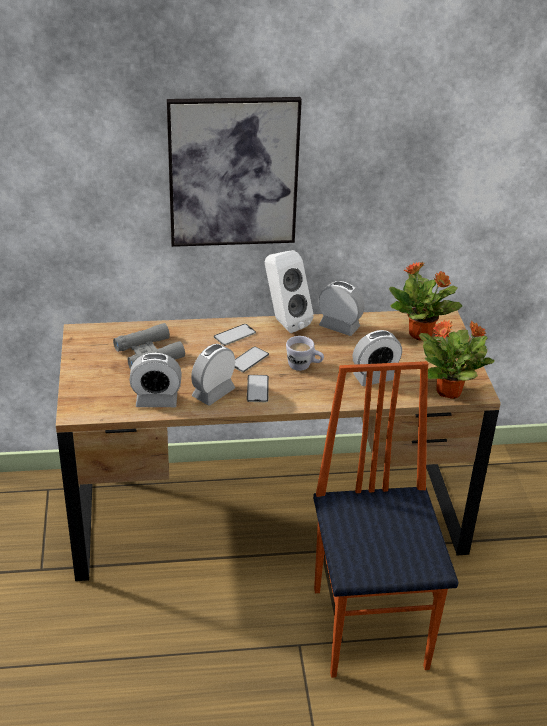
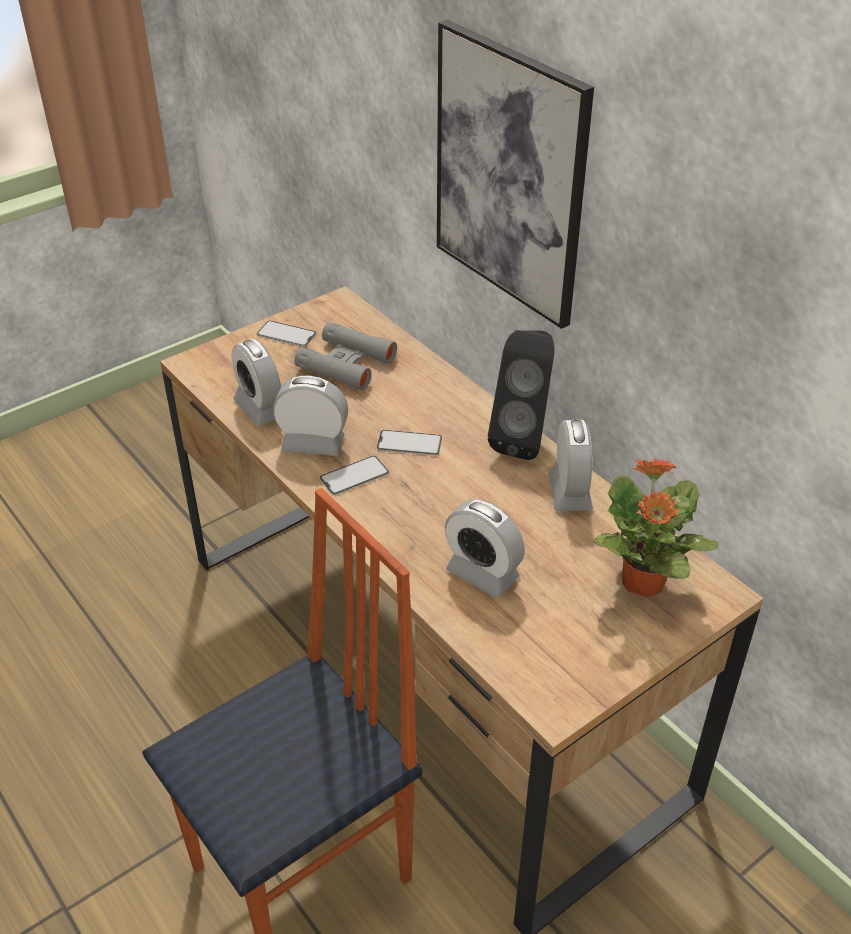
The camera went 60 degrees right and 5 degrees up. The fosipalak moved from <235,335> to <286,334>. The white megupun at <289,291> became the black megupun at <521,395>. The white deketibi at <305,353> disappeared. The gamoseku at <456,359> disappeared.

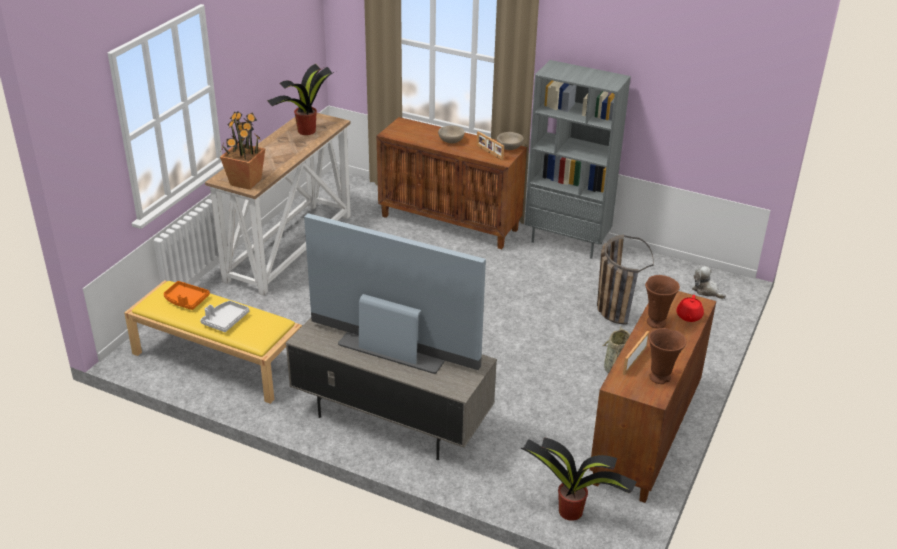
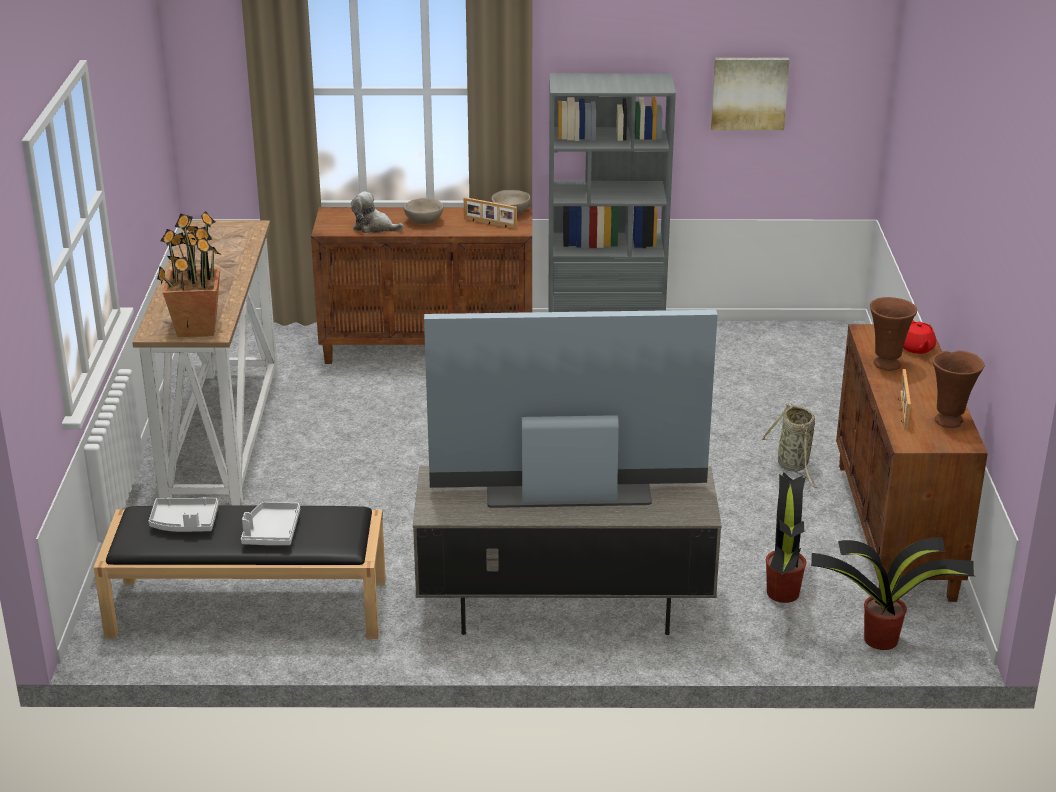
The camera went 25 degrees left and 5 degrees down. The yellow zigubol at <213,342> became the black zigubol at <240,572>. The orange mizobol at <187,295> became the grey mizobol at <184,514>. The gamoseku moved from <300,99> to <786,537>. The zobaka at <625,279> disappeared. The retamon moved from <709,282> to <377,212>. The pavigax at <750,94> appeared.

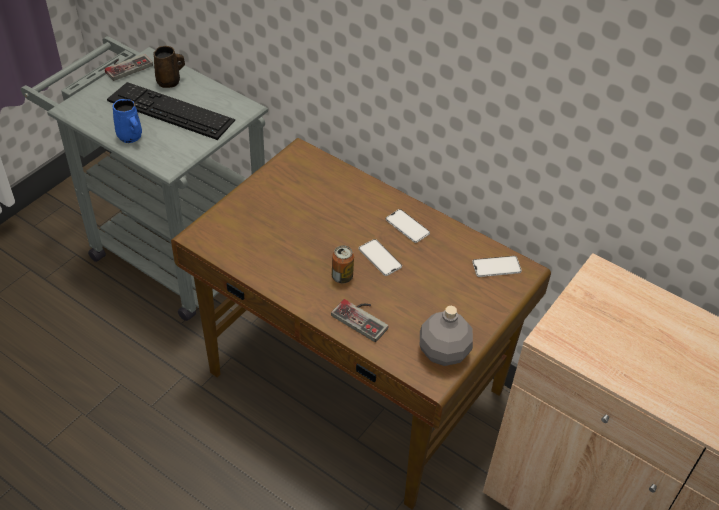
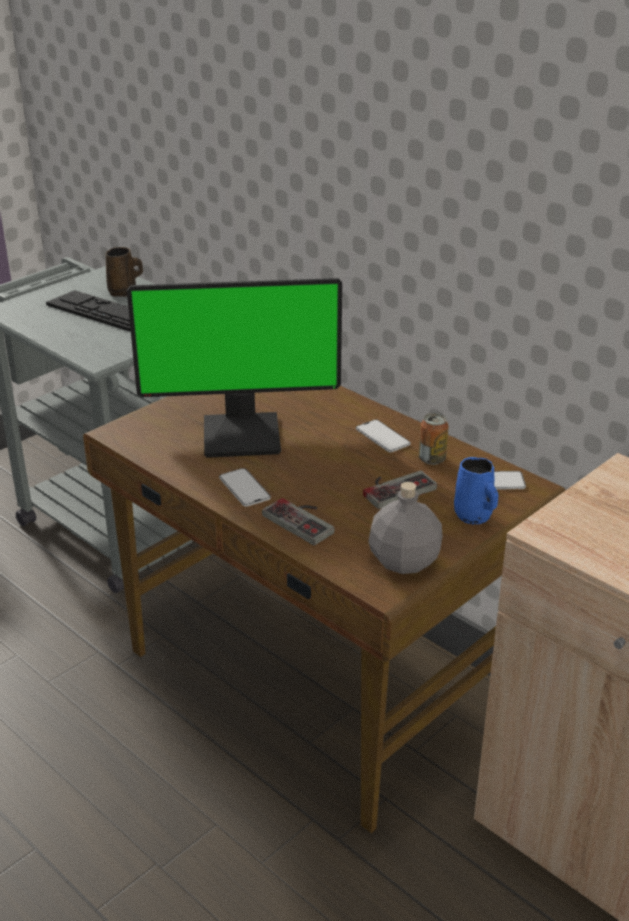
The camera went 10 degrees right and 15 degrees down. The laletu moved from <129,67> to <400,489>. The blue deketibi moved from <127,121> to <476,490>. The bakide moved from <343,264> to <434,439>. The fosipalak moved from <380,257> to <245,487>. The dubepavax at <234,368> appeared.

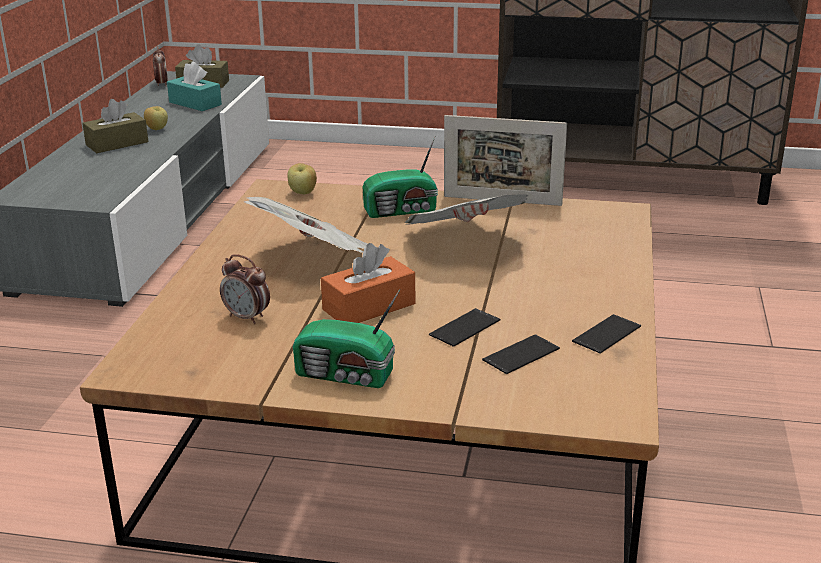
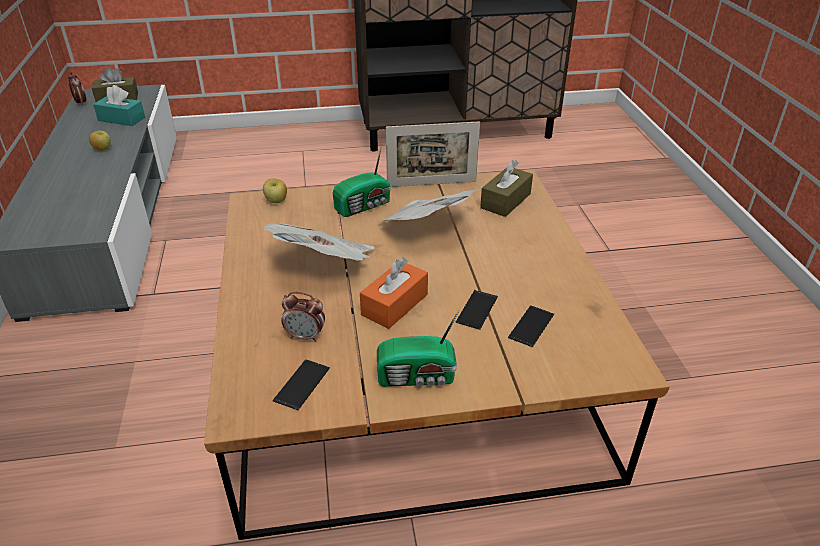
The camera went 20 degrees left and 10 degrees up. The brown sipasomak moved from <115,126> to <506,188>. The fosipalak moved from <606,333> to <301,384>.

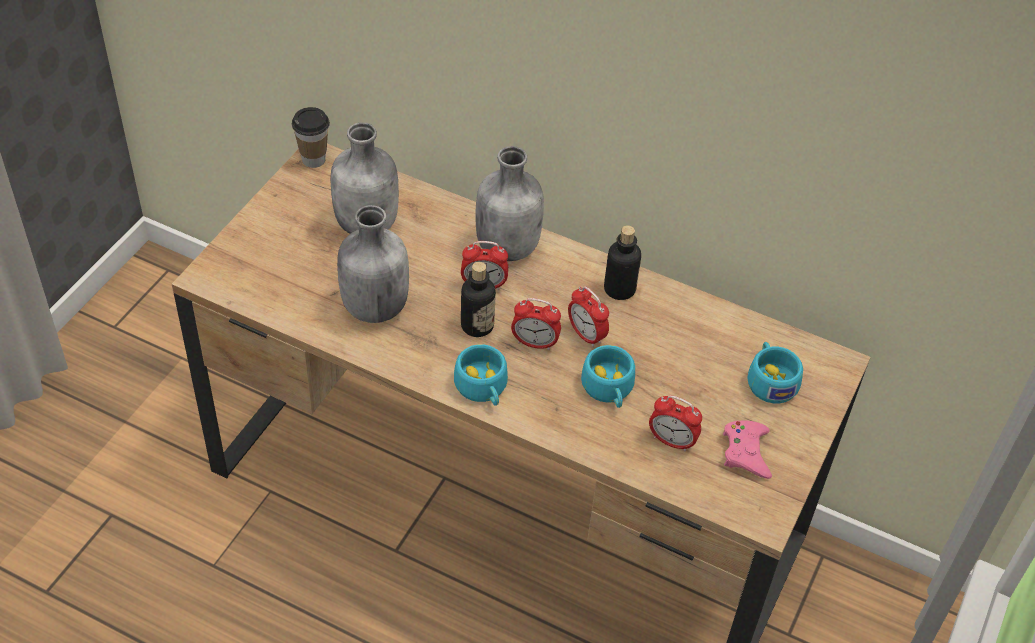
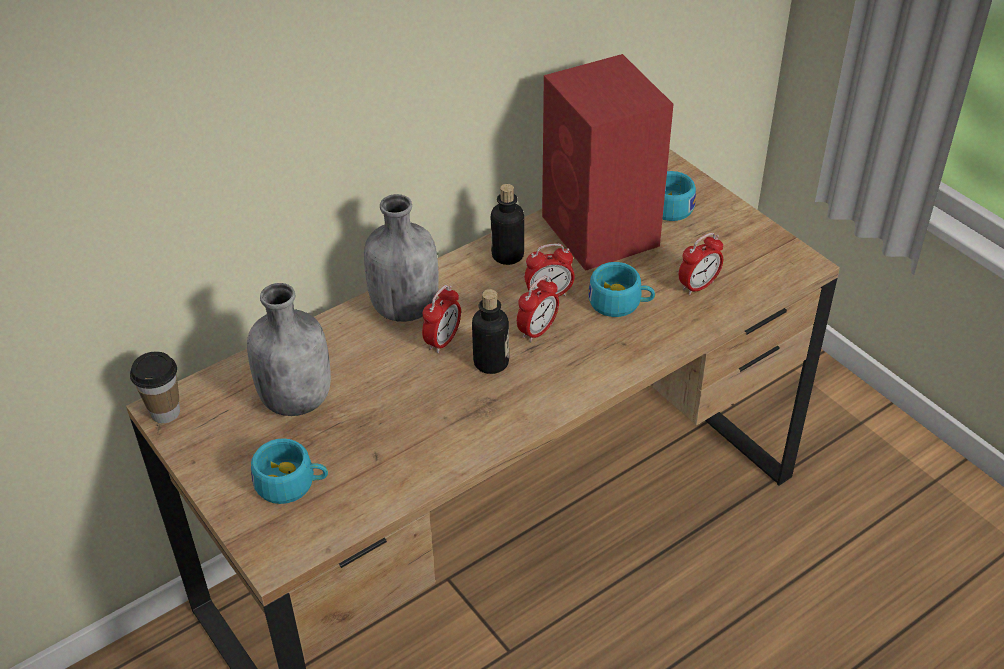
The camera went 60 degrees left and 5 degrees down. The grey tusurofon at <373,264> disappeared. The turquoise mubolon moved from <481,375> to <289,471>. The pink laletu at <747,450> disappeared. The red megupun at <608,162> appeared.

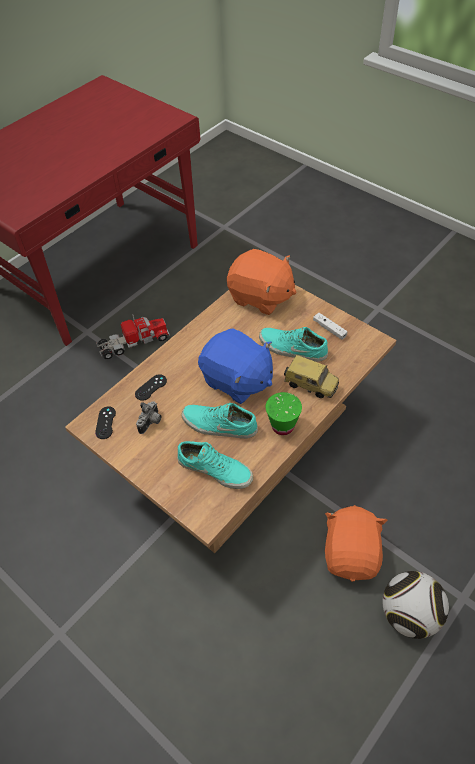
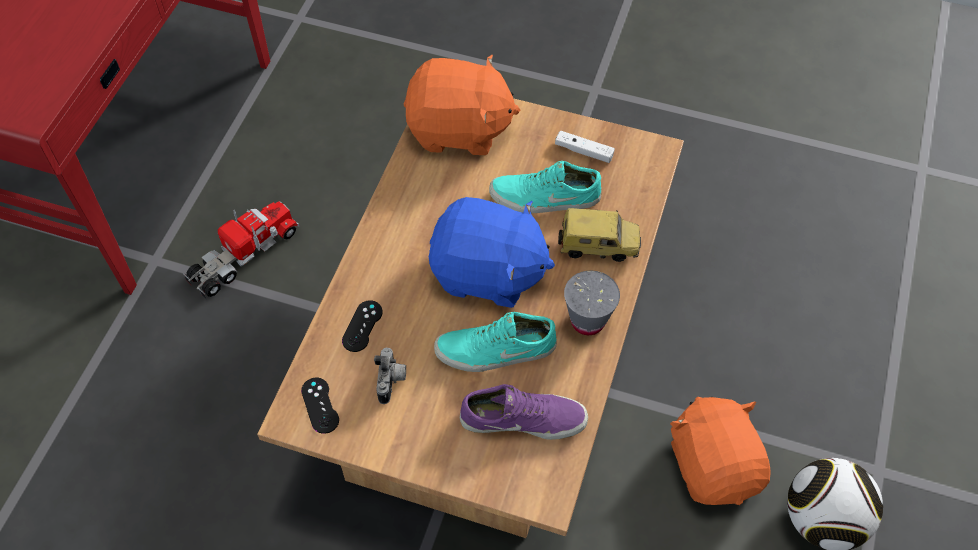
The camera went 25 degrees left and 5 degrees up. The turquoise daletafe at <215,465> became the purple daletafe at <524,412>. The green mubolon at <284,413> became the grey mubolon at <592,303>.

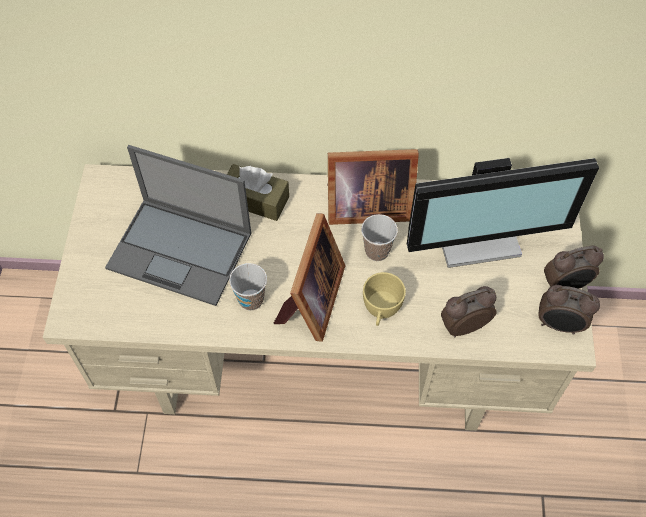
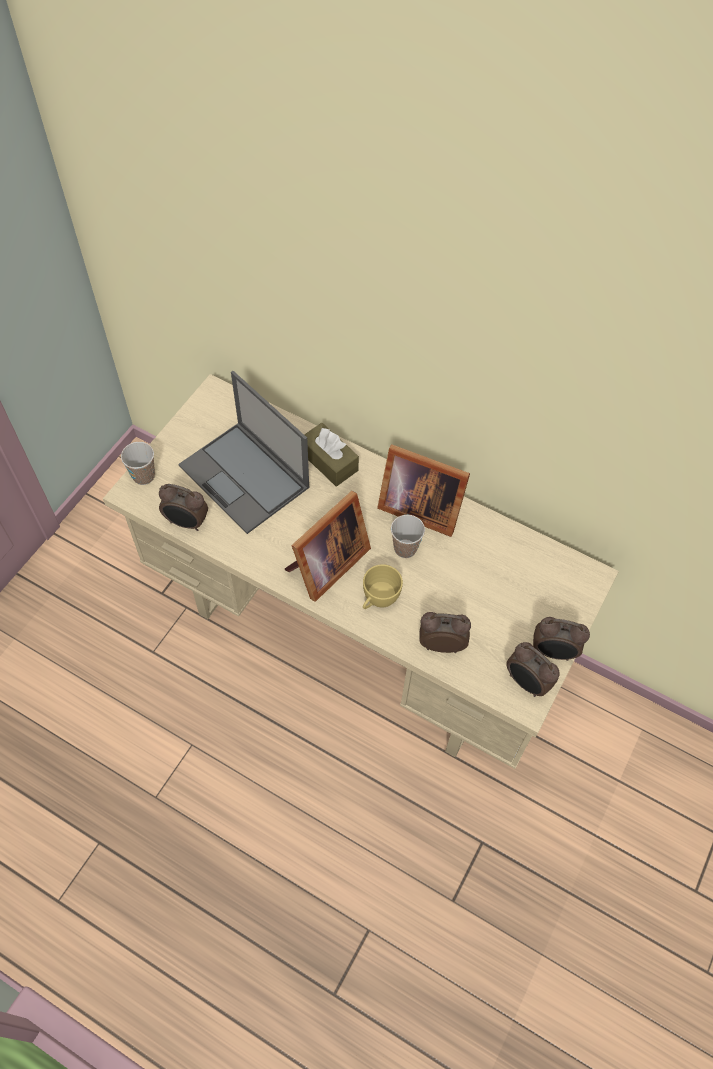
The camera went 25 degrees right and 0 degrees up. The mubolon moved from <248,287> to <138,463>. The dubepavax at <503,213> disappeared. The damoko at <183,507> appeared.

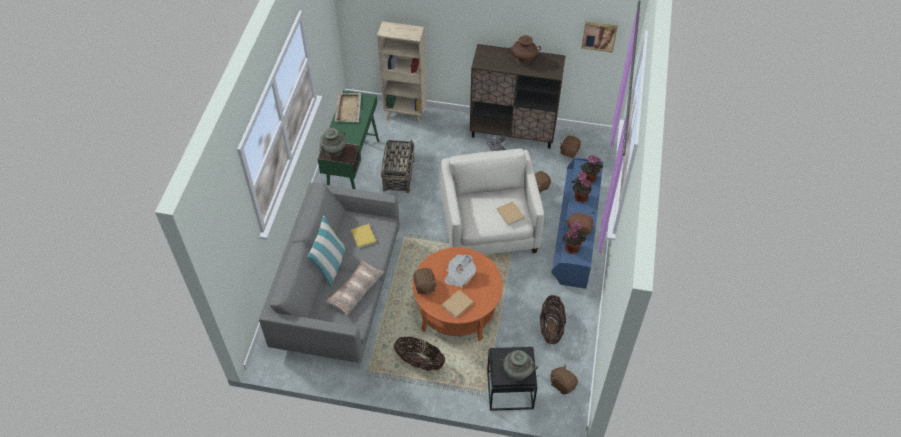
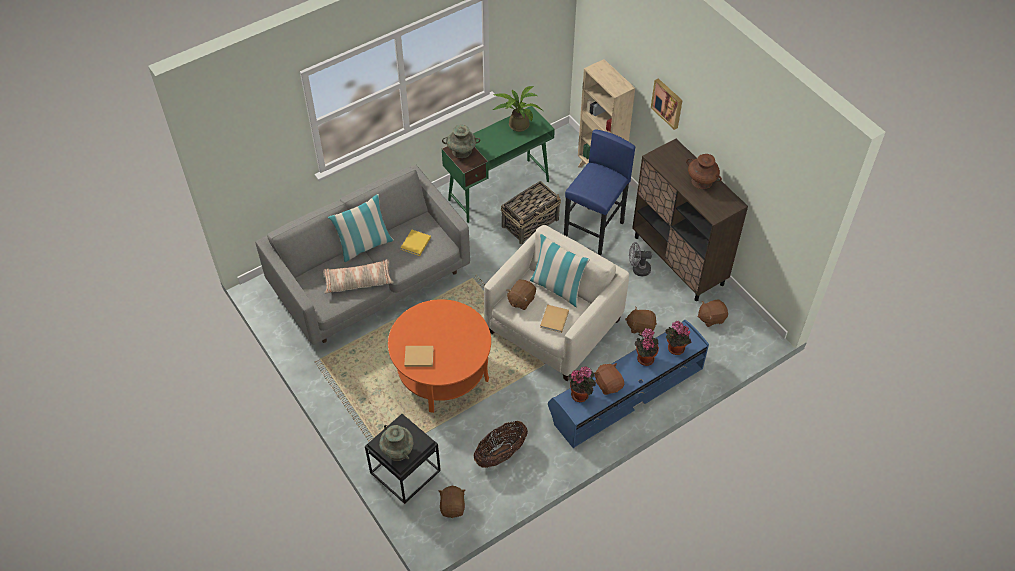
The camera went 45 degrees right and 0 degrees up. The beige mizobol at <348,107> was replaced by the gamoseku at <518,109>. The zobaka at <419,354> disappeared. The brown retamon moved from <425,281> to <521,294>. The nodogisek at <460,271> disappeared. The pavigax moved from <599,37> to <667,104>. The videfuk at <560,270> appeared. The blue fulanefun at <599,192> appeared.

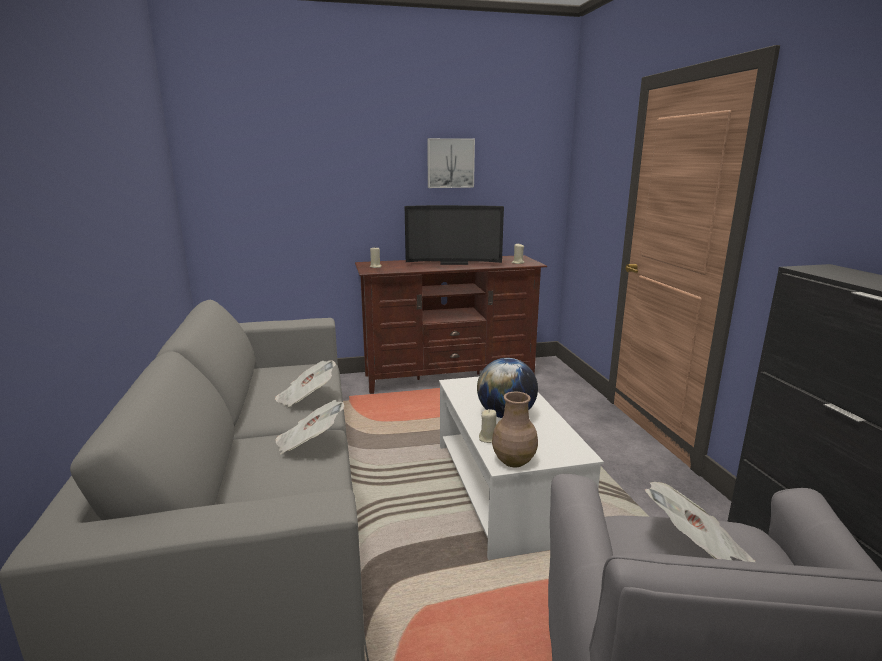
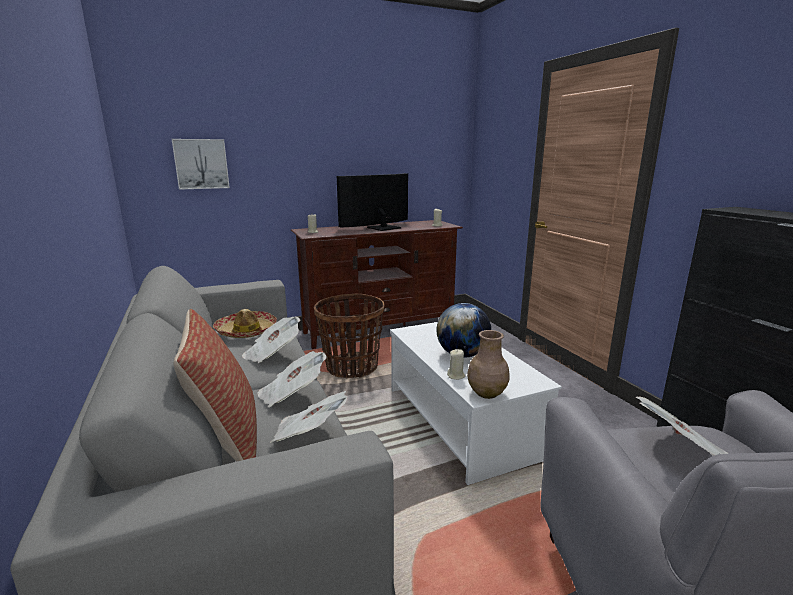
The camera went 10 degrees left and 0 degrees up. The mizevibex at <454,235> turned 150 degrees clockwise. The pavigax moved from <451,163> to <201,164>. The videfuk at <215,385> appeared. The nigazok at <245,323> appeared. The nodogisek at <308,417> appeared. The zobaka at <349,336> appeared.

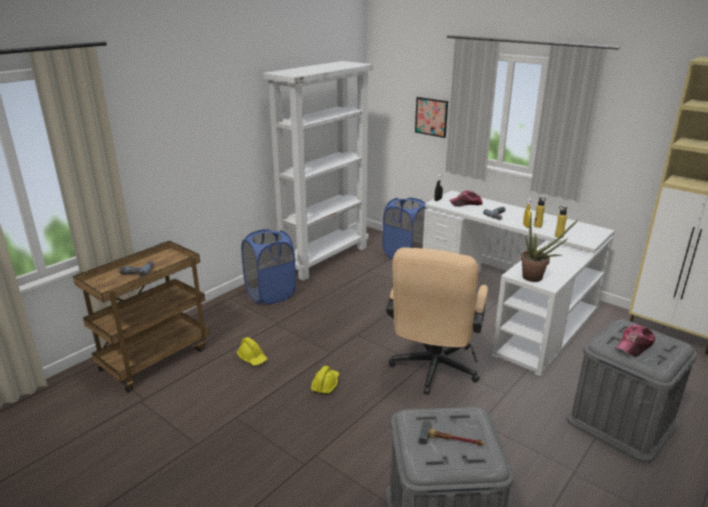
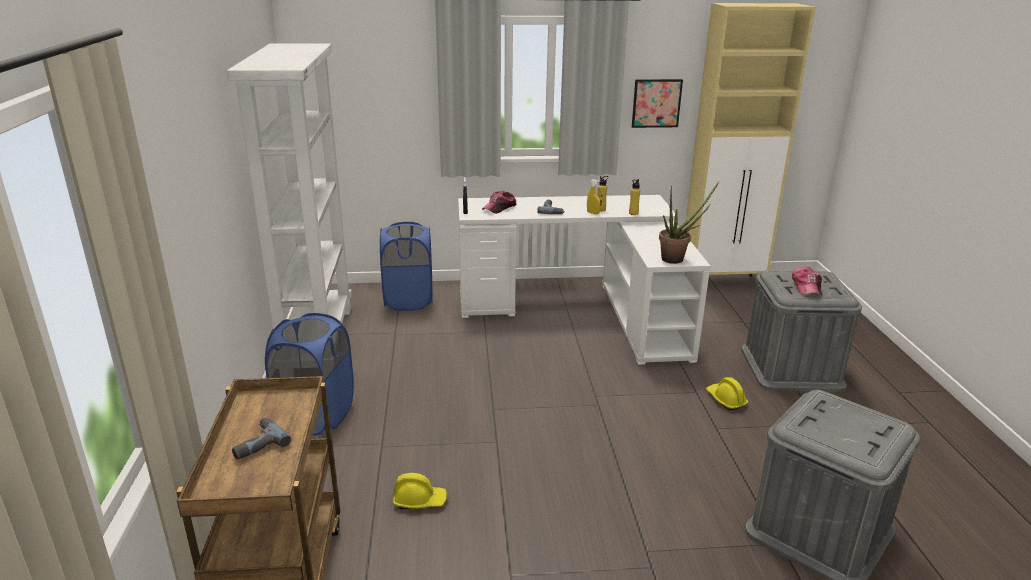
The camera went 45 degrees left and 0 degrees up. The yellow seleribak moved from <325,380> to <727,393>. The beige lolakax at <437,321> disappeared. The pavigax moved from <431,117> to <657,103>. The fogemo at <451,433> disappeared.

